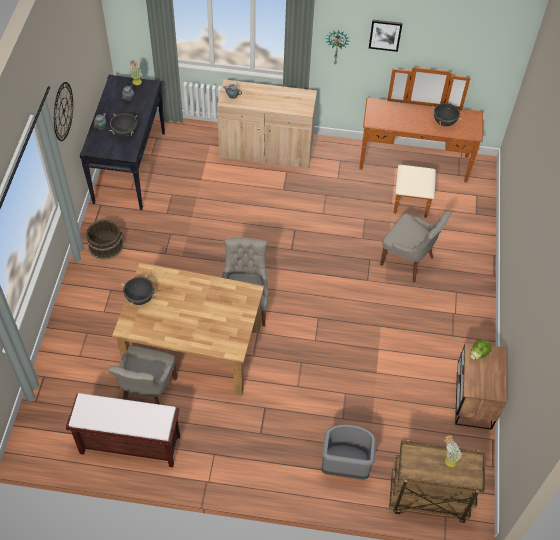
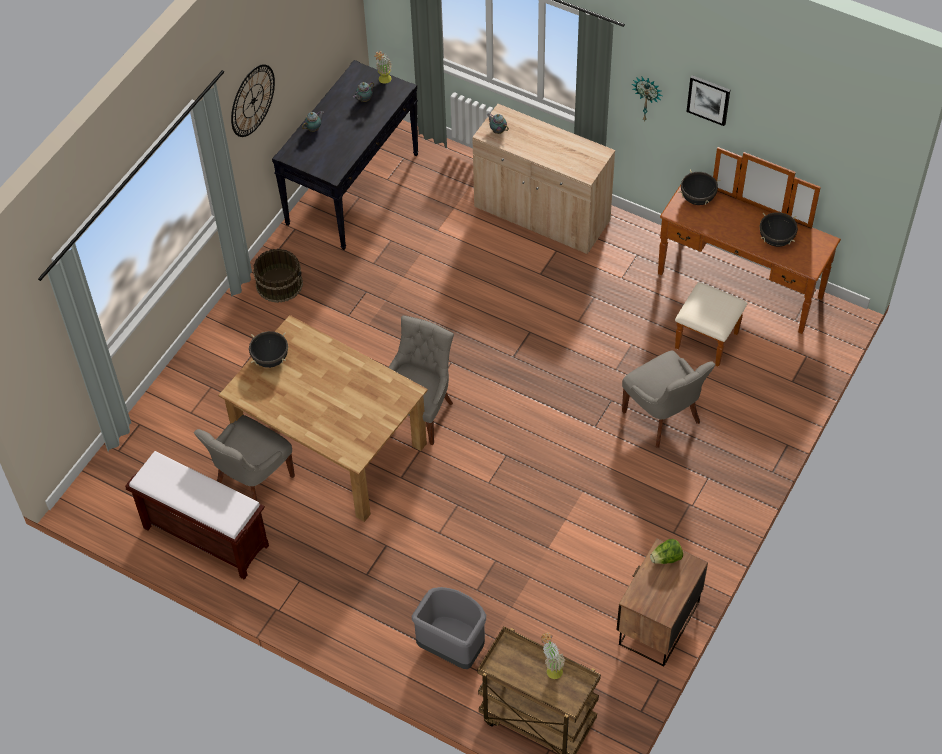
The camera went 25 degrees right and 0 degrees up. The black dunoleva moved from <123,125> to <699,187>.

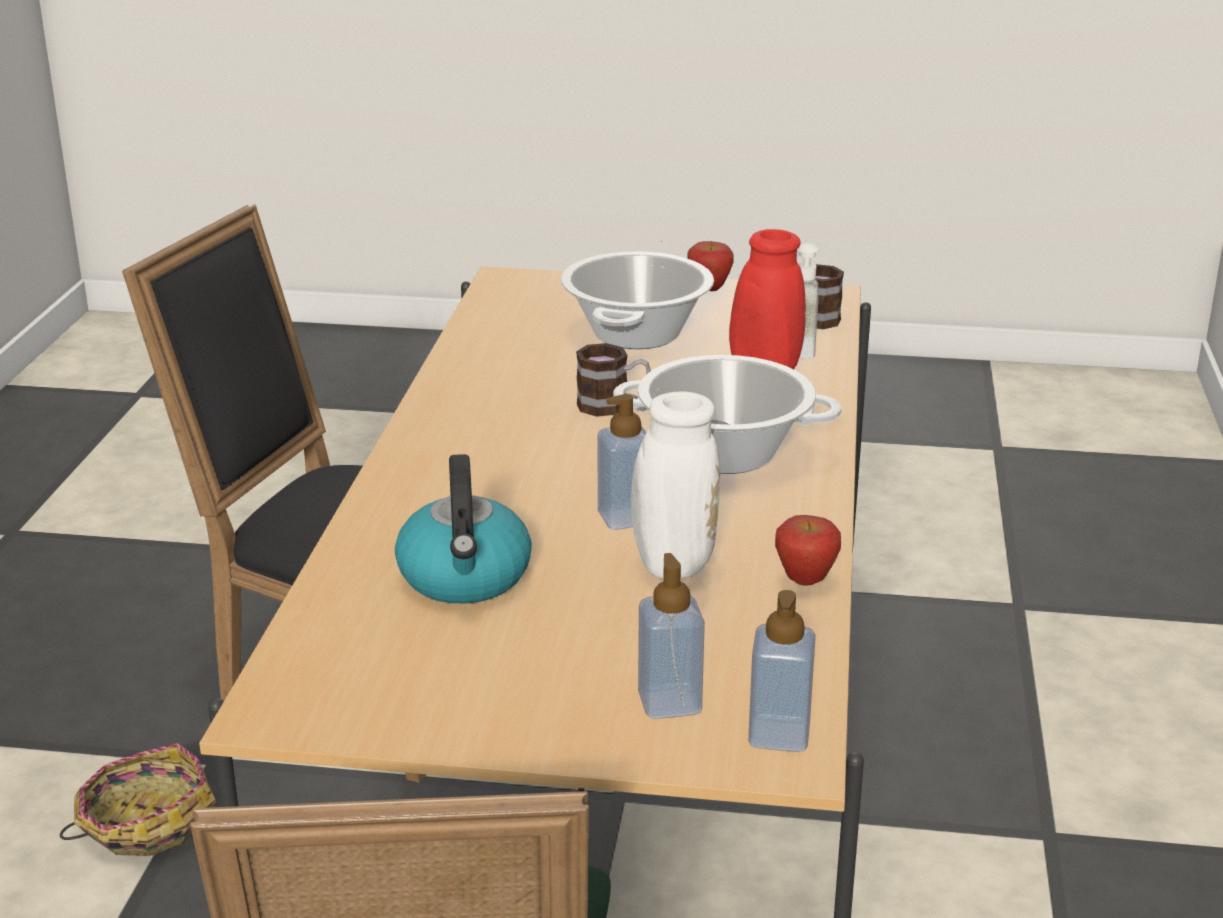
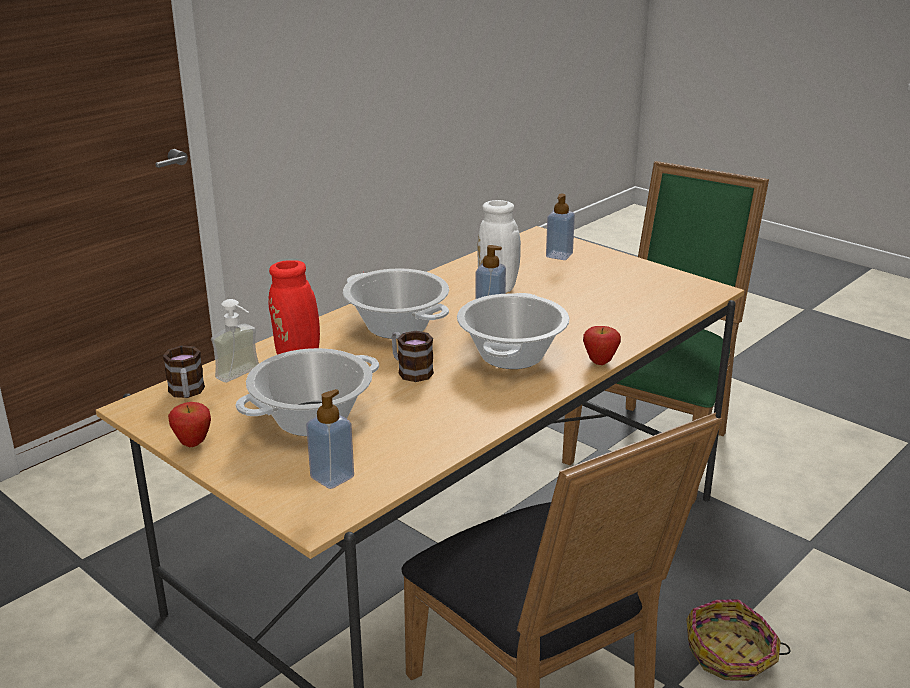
The camera went 145 degrees left and 0 degrees up. The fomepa at <463,528> disappeared. The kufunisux moved from <782,671> to <330,439>. The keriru moved from <808,550> to <602,345>. The dunoleva at <513,331> appeared.

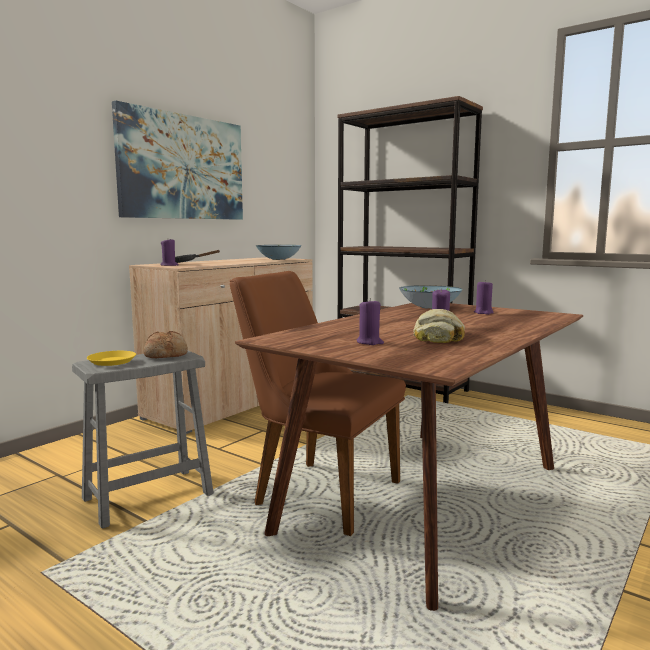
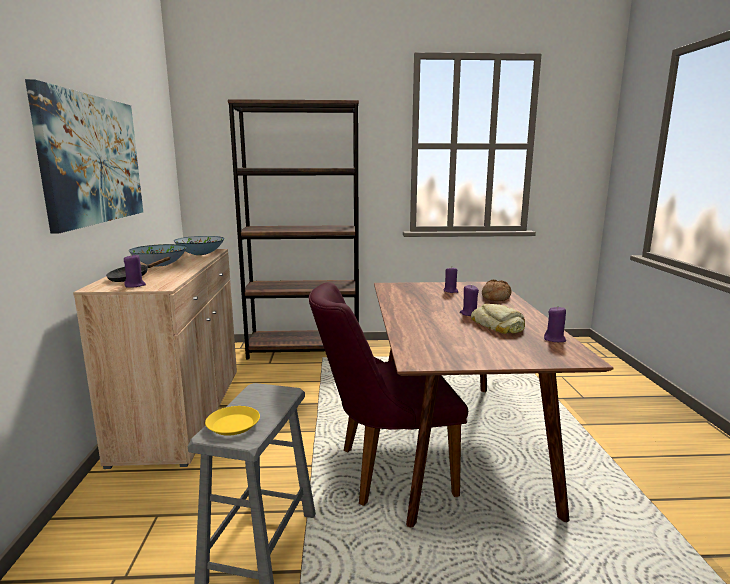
The camera went 40 degrees left and 5 degrees up. The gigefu moved from <165,344> to <496,290>. The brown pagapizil at <318,403> became the purple pagapizil at <388,394>. The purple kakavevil moved from <370,321> to <555,324>. The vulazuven moved from <431,297> to <157,255>.

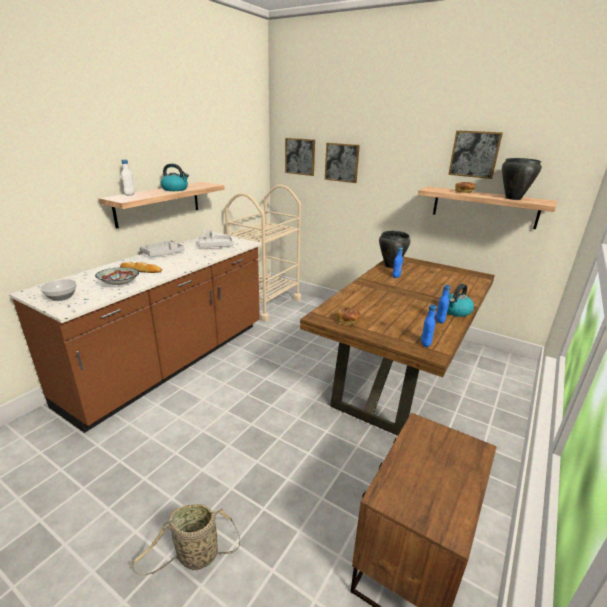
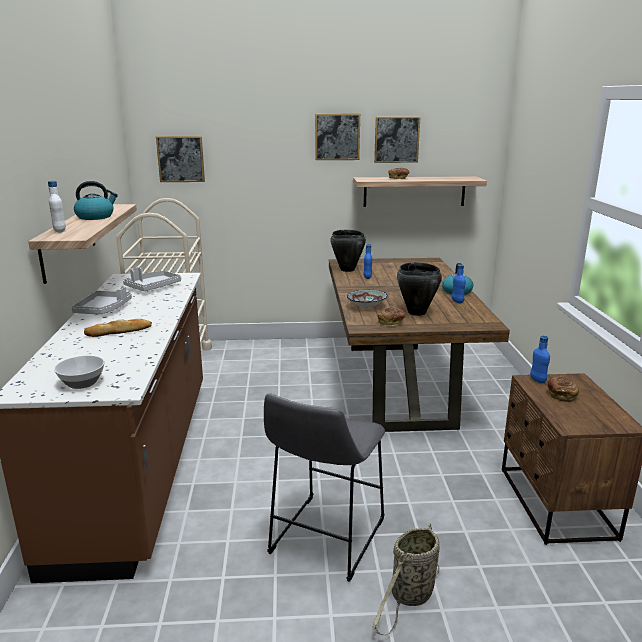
The camera went 35 degrees left and 5 degrees down. The vulazuven moved from <117,276> to <367,299>. The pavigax moved from <342,163> to <337,137>. The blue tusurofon moved from <429,326> to <540,359>. The black dunoleva moved from <522,179> to <419,289>. The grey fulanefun at <324,488> appeared. The gigefu at <563,389> appeared.

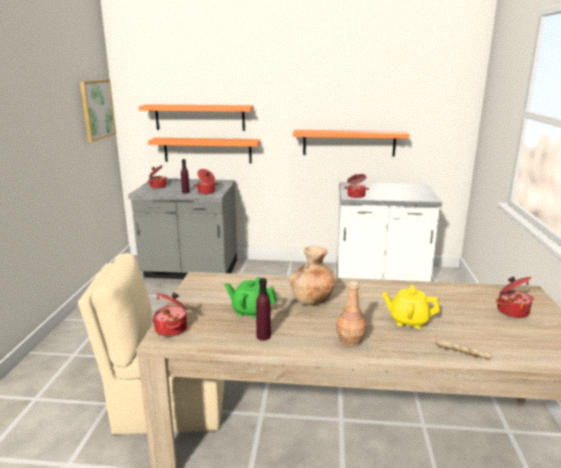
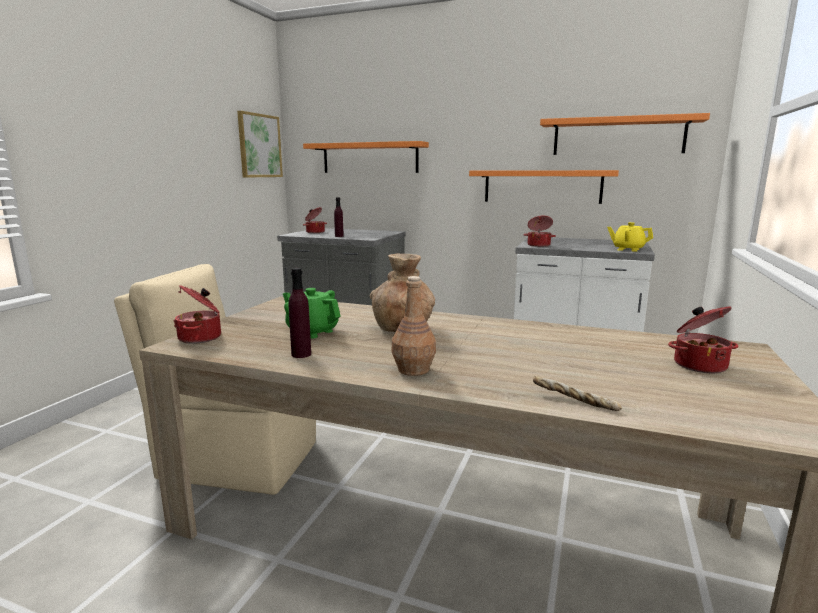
The camera went 15 degrees right and 5 degrees down. The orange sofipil moved from <204,150> to <625,134>. The dunoleva at <206,181> disappeared. The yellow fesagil moved from <411,307> to <630,237>.

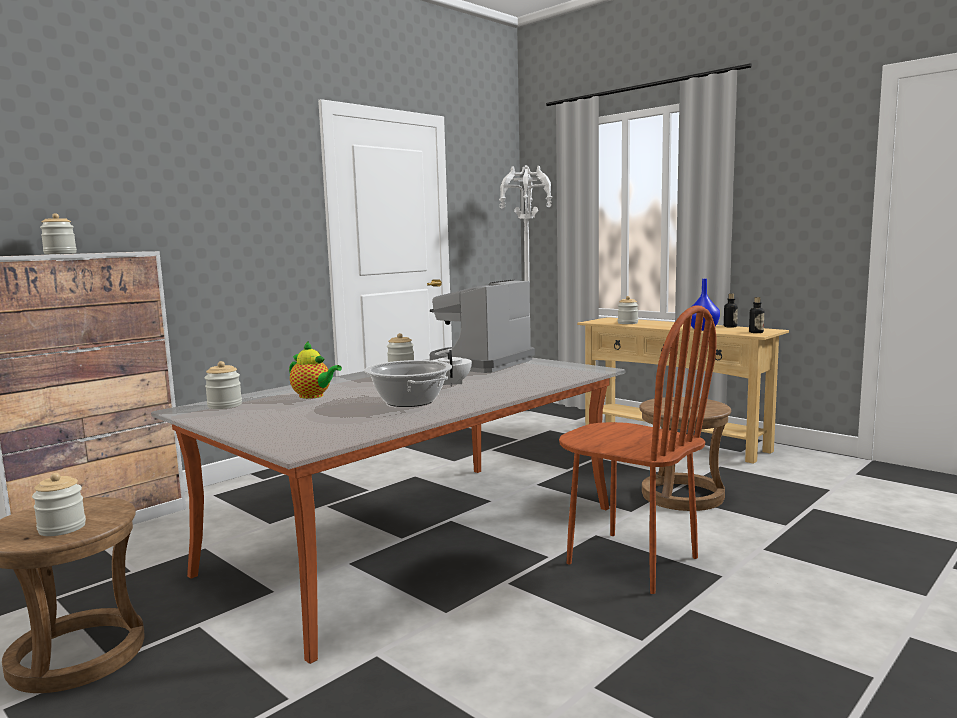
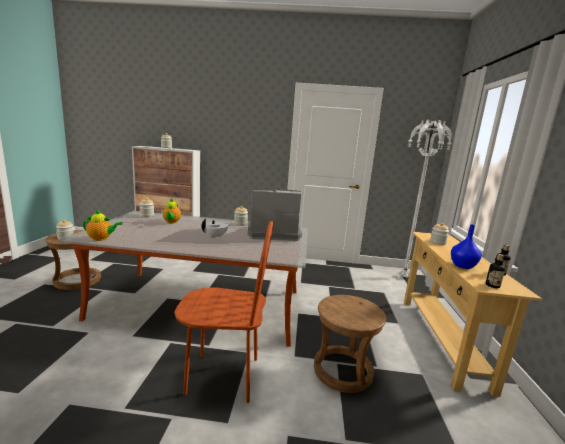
The camera went 50 degrees right and 5 degrees up. The dunoleva at <408,383> disappeared. The brown pagapizil at <637,449> turned 90 degrees counterclockwise. The fesagil at <103,225> appeared.

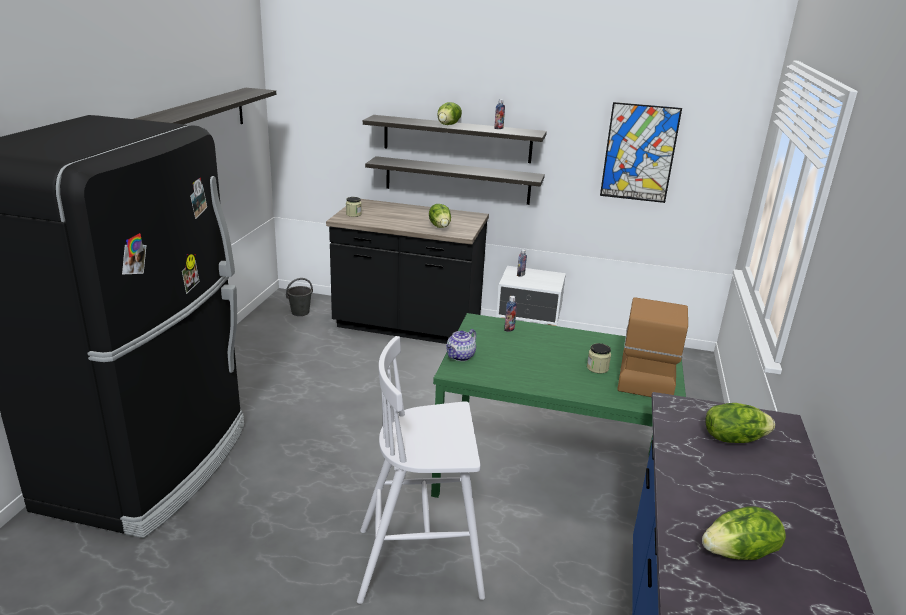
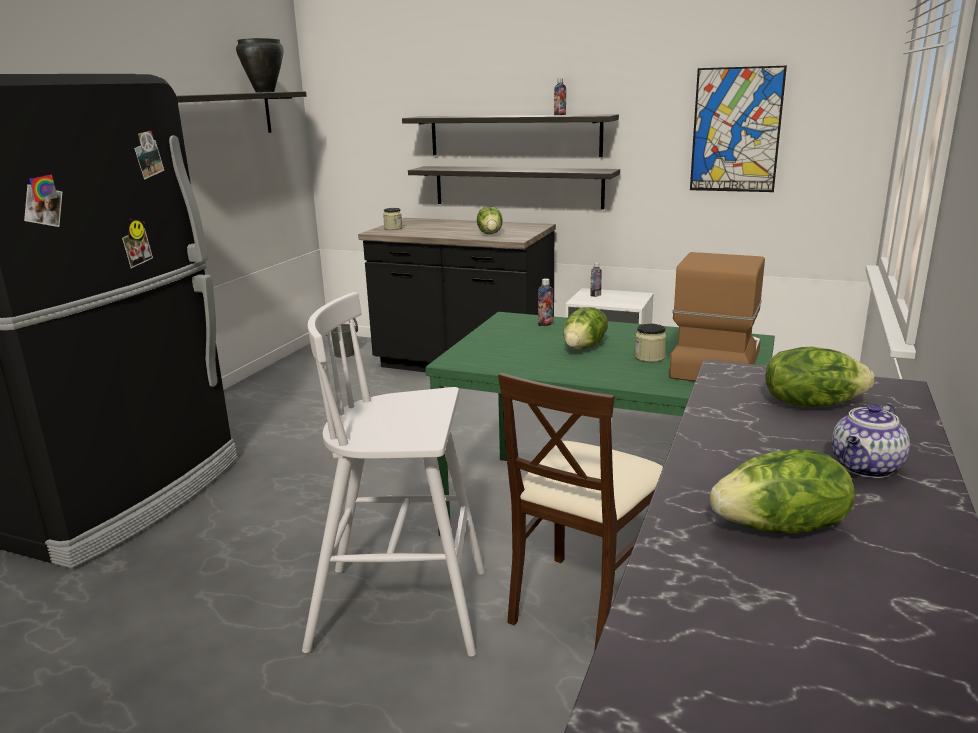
The camera went 10 degrees right and 5 degrees down. The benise moved from <449,113> to <585,328>. The fesagil moved from <461,345> to <871,440>. The black dunoleva at <260,65> appeared. The beige pagapizil at <580,512> appeared.

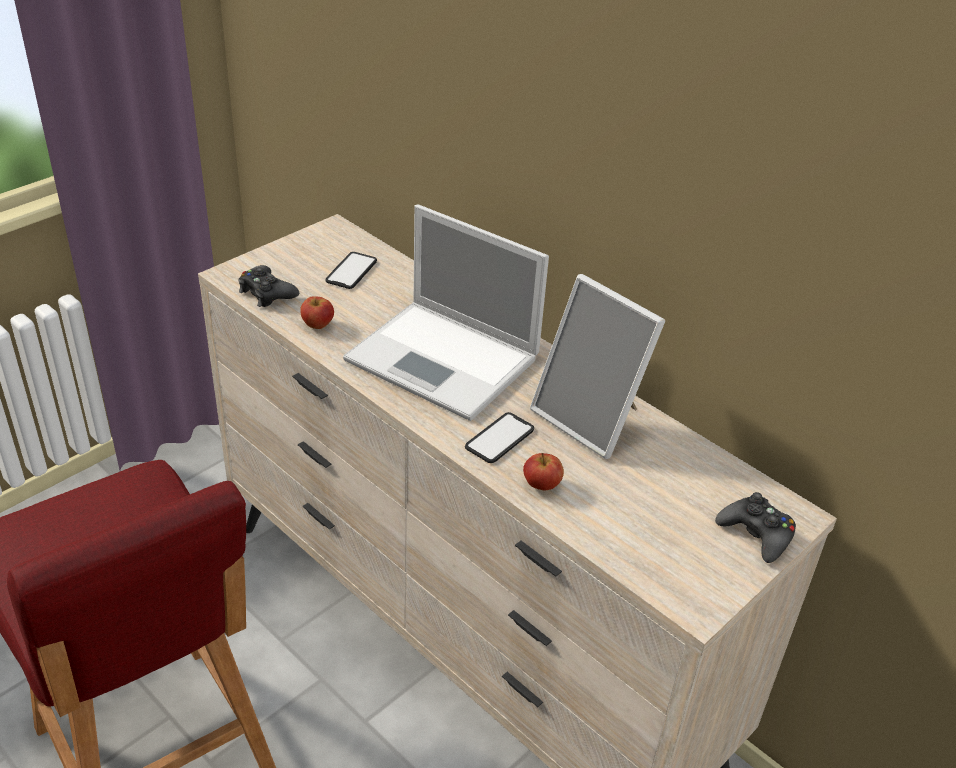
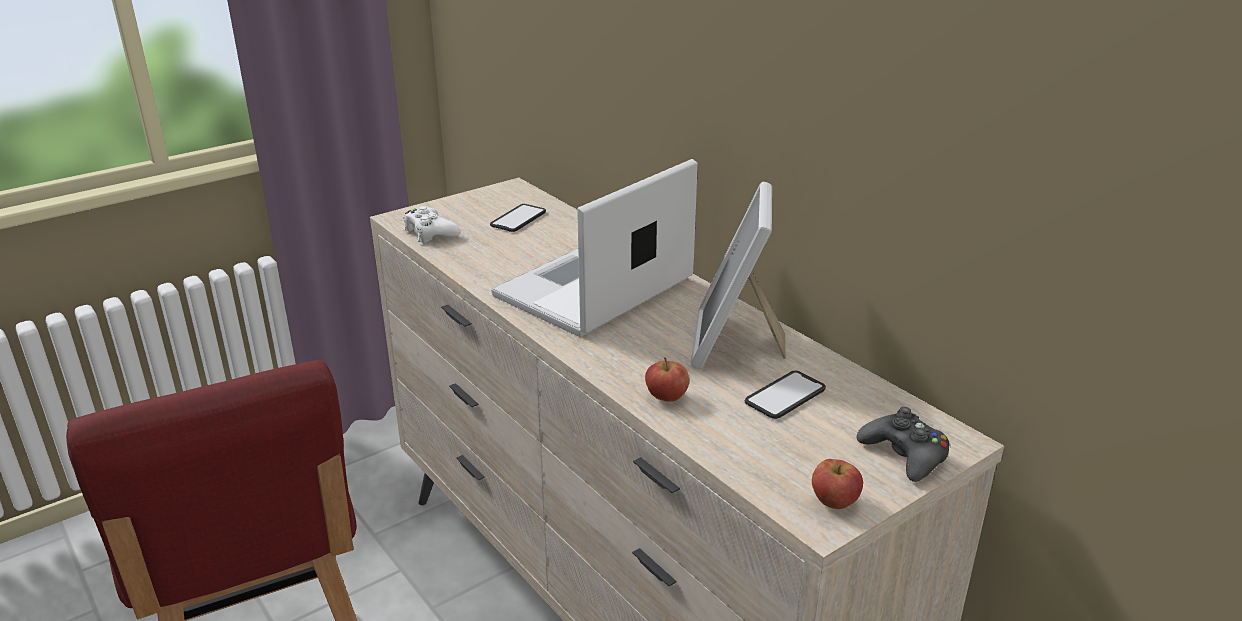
The camera went 10 degrees right and 10 degrees down. The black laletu at <269,286> became the white laletu at <431,224>. The keriru moved from <317,312> to <837,484>. The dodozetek at <446,312> turned 90 degrees clockwise. The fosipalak moved from <499,437> to <785,395>. The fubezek at <597,366> turned 45 degrees clockwise.

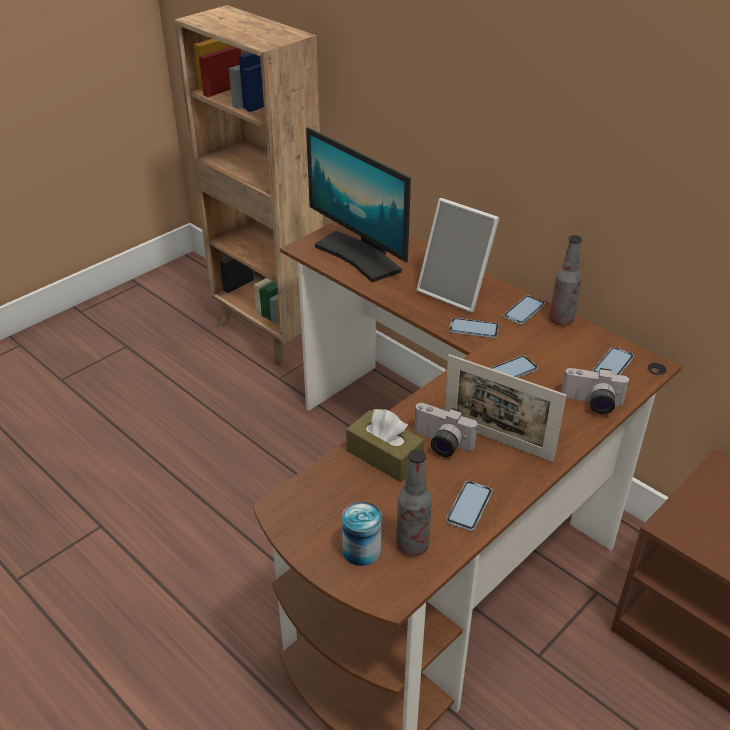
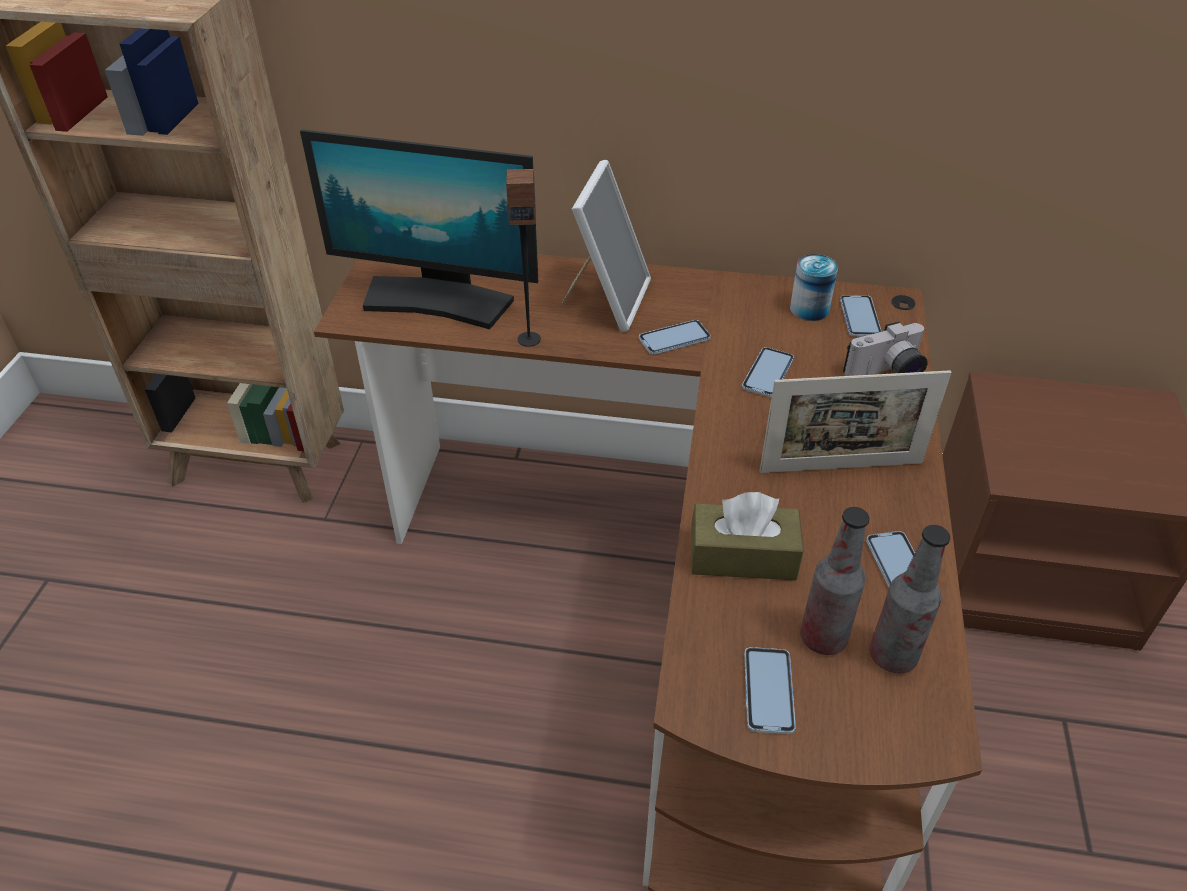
The camera went 35 degrees left and 5 degrees up. The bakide moved from <362,534> to <814,287>. The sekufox at <445,430> disappeared. The fubezek at <457,255> turned 75 degrees counterclockwise. The fosipalak moved from <524,309> to <770,690>. The tusurofon moved from <565,280> to <834,581>. The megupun at <523,258> appeared.

